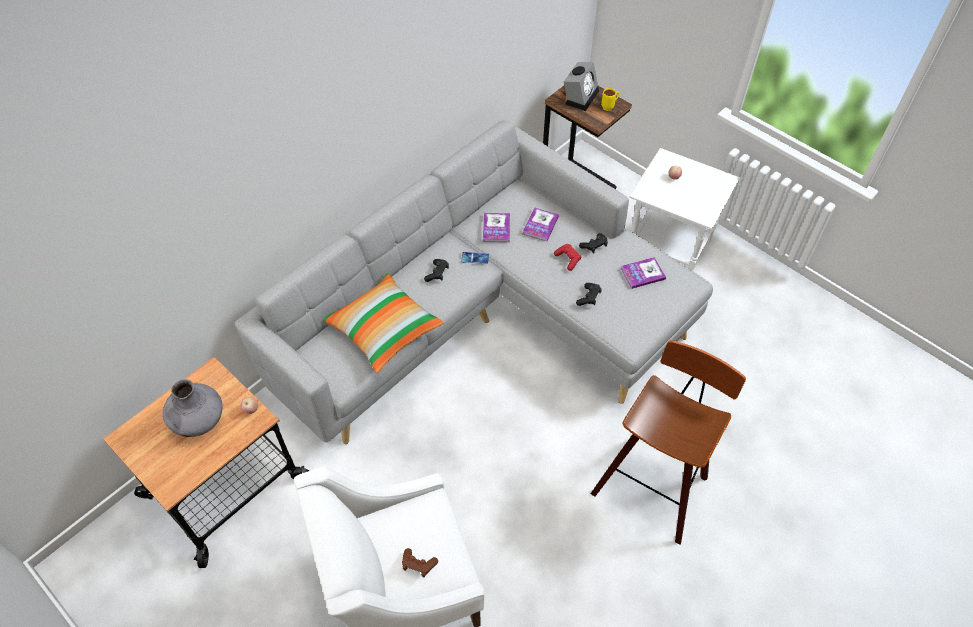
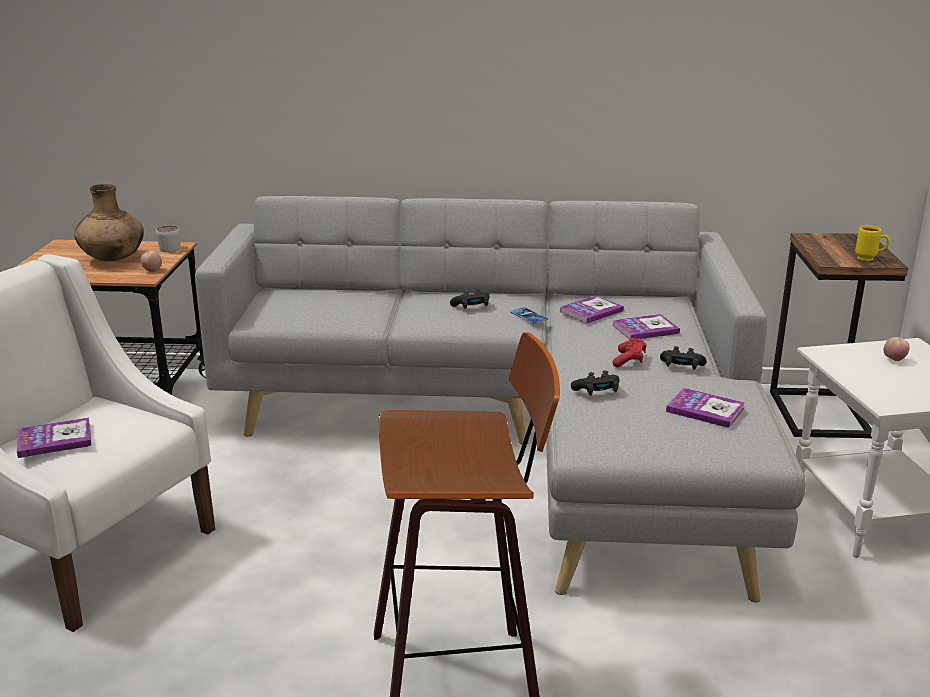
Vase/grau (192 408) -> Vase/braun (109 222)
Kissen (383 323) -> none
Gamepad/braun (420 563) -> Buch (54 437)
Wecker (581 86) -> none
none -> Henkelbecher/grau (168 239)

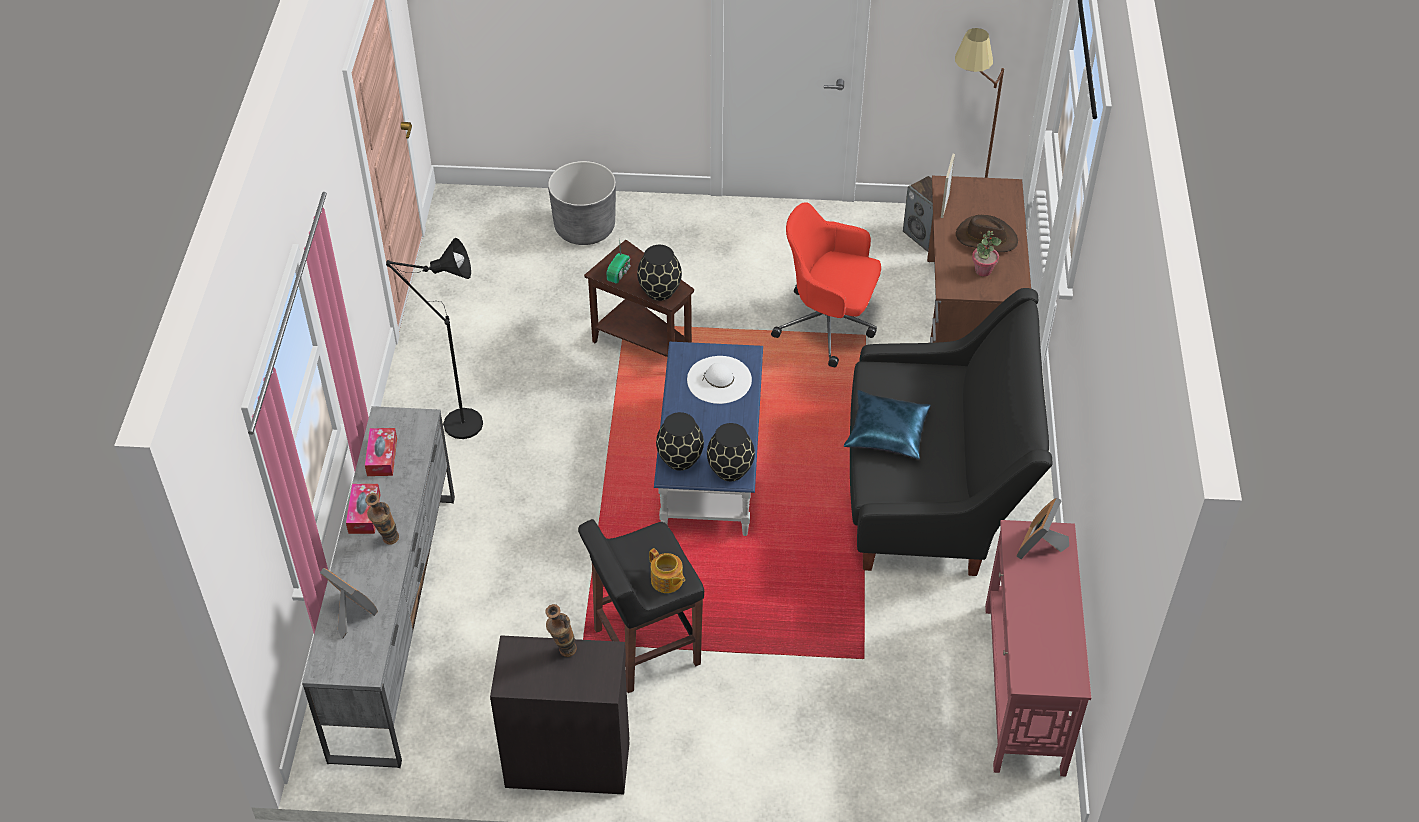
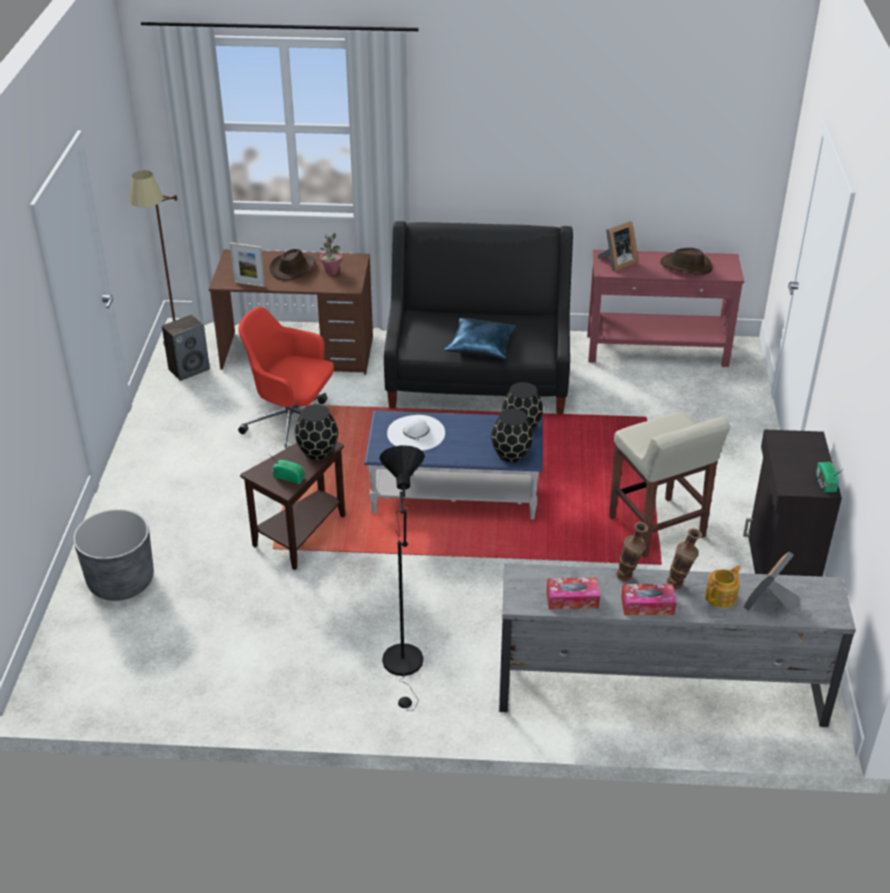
Vase (561 630) -> Vase (632 551), moved
Hocker/schwarz (641 606) -> Hocker/beige (669 484)
Teekanne (667 570) -> Teekanne (723 586), moved
Bürostuhl/rot (826 285) -> Bürostuhl/rot (286 378), 90 degrees clockwise
Bilderrahmen (1042 528) -> Bilderrahmen (618 246), 60 degrees counterclockwise
none -> Hut/braun (686 261)
none -> Radio (829 477)

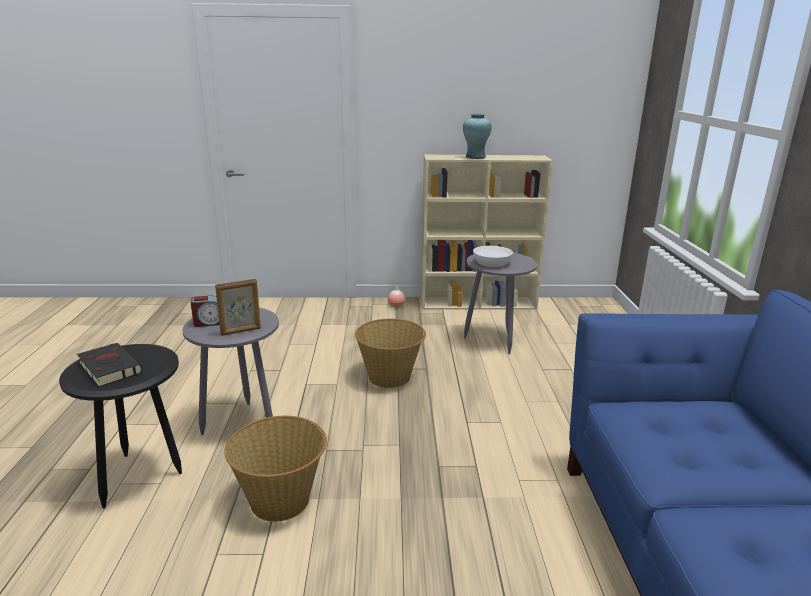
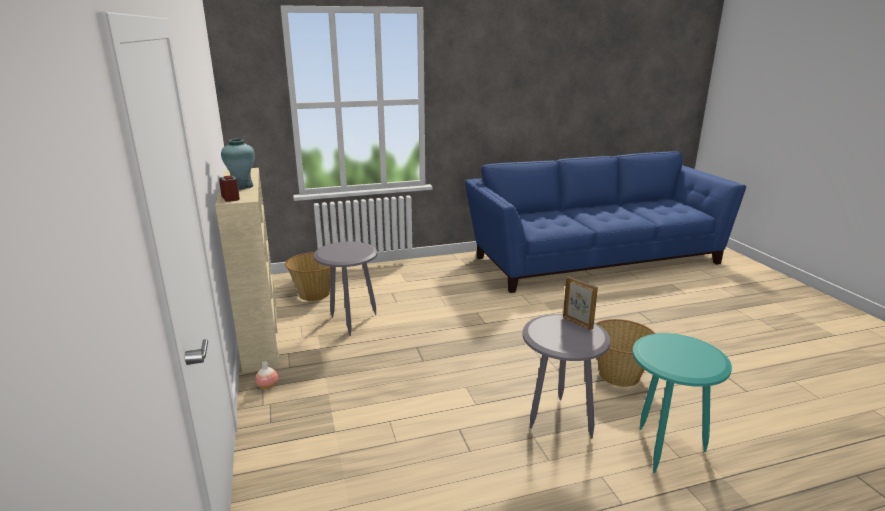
Beistelltisch/schwarz (120 426) -> Beistelltisch/türkis (682 403)
Buch/schwarz (109 365) -> none
Wecker (205 311) -> Wecker (229 188), moved
Korb (390 353) -> Korb (308 276), moved
Schüssel/weiß (493 256) -> none

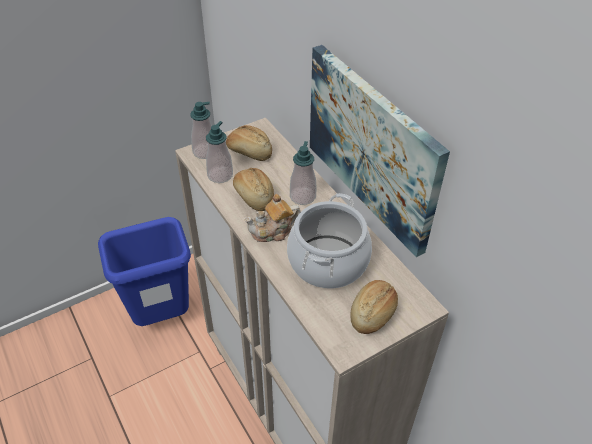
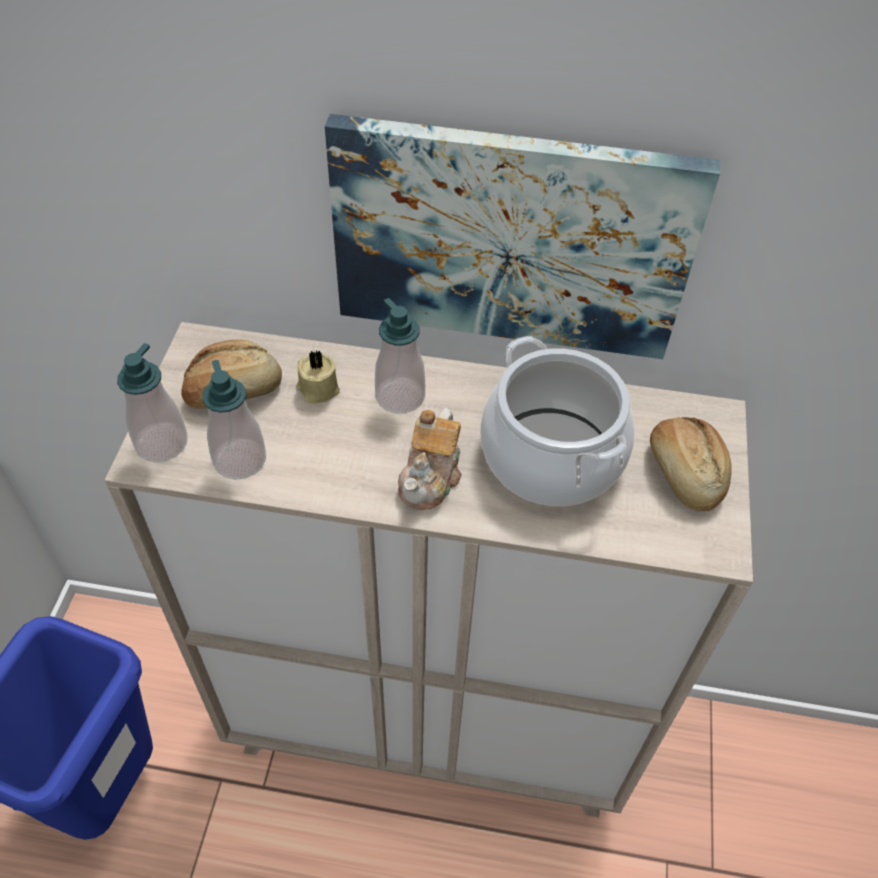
Brot (253 189) -> none
none -> Kerze/beige (318 376)

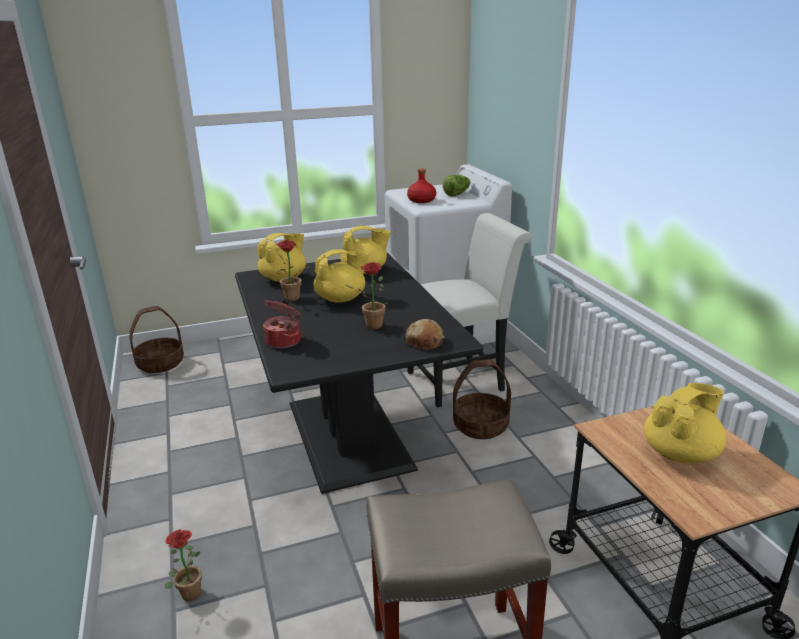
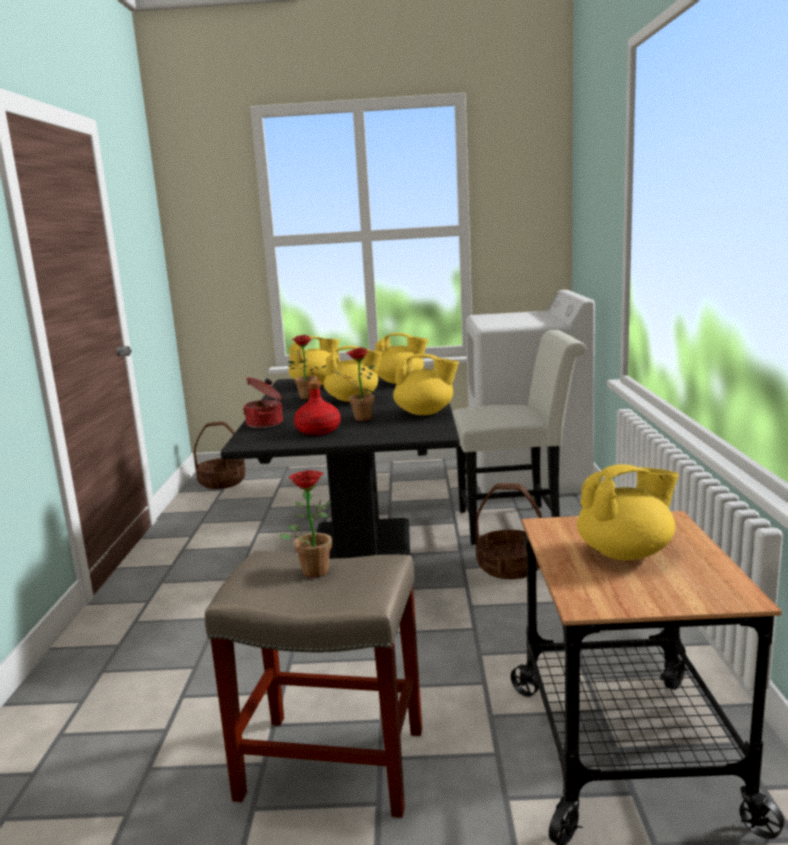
Topfpflanze (183 565) -> Topfpflanze (305 523), moved
Brot (425 334) -> none
Flasche/rot (421 185) -> Flasche/rot (317 408), moved
Salatkopf (456 186) -> none
none -> Teekanne/gelb (426 384)

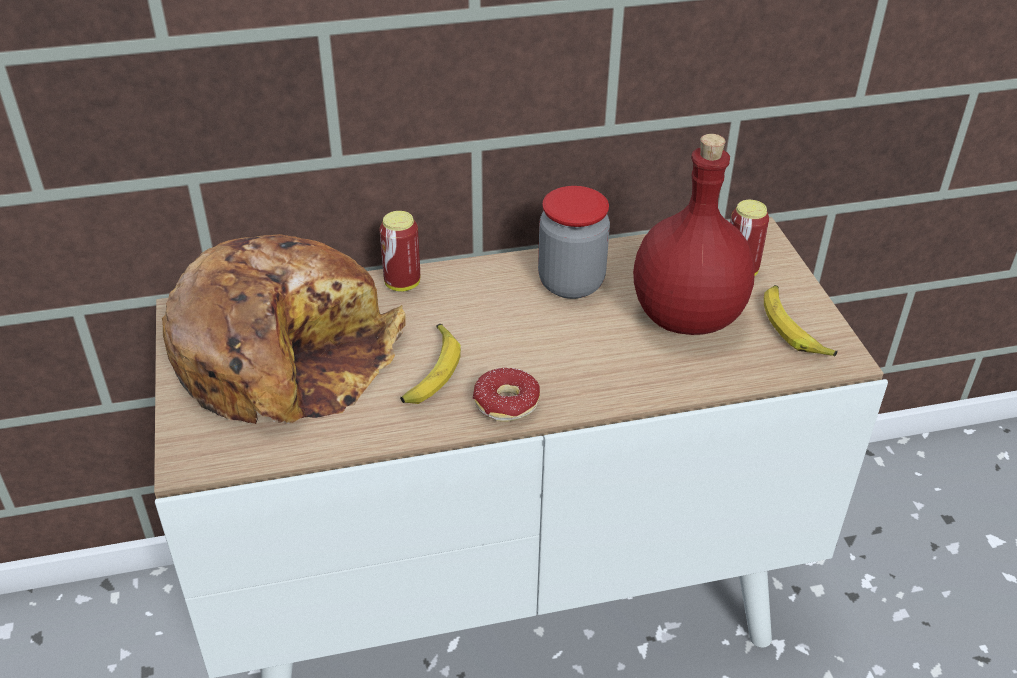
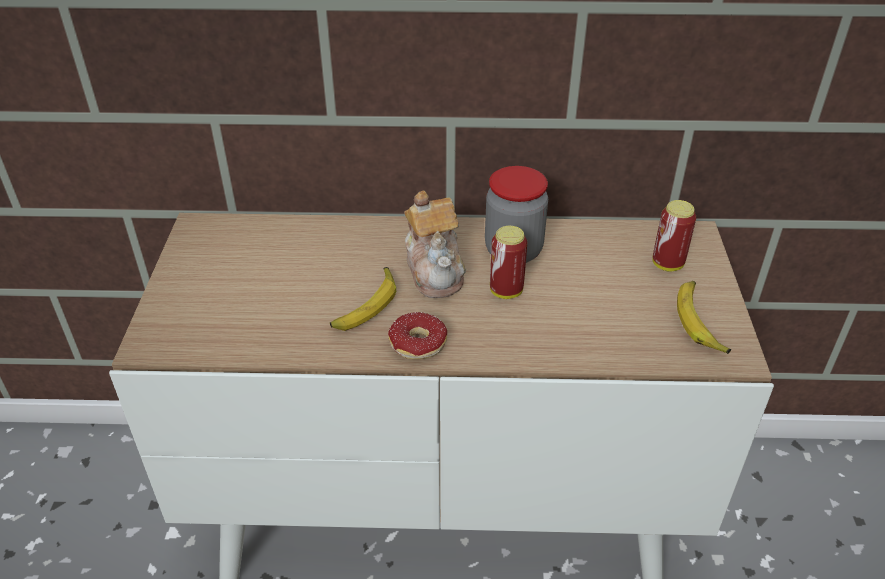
Brot (284 329) -> none
Dose (399 251) -> Dose (508 262), moved
Flasche/rot (694 234) -> none
none -> Teekanne (435 244)

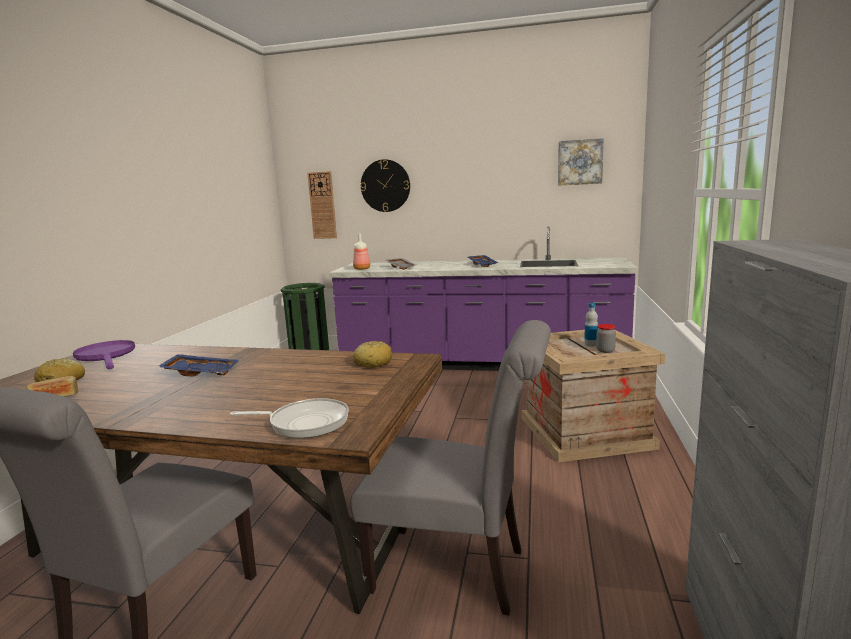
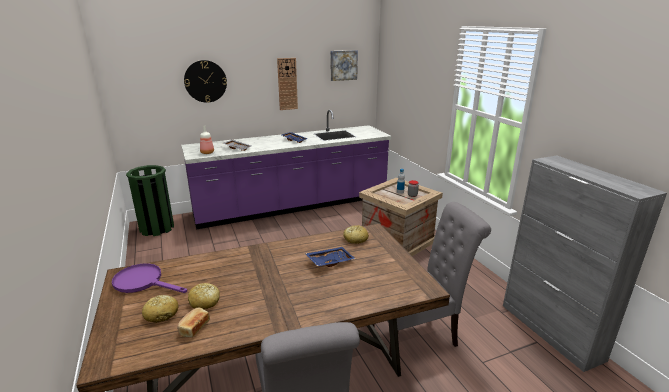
Tablett/blau (198 365) -> Tablett/blau (330 257), moved
Pfanne (289 418) -> none
Wanduhr (322 205) -> Wanduhr (287 84), moved
none -> Brot (204 296)

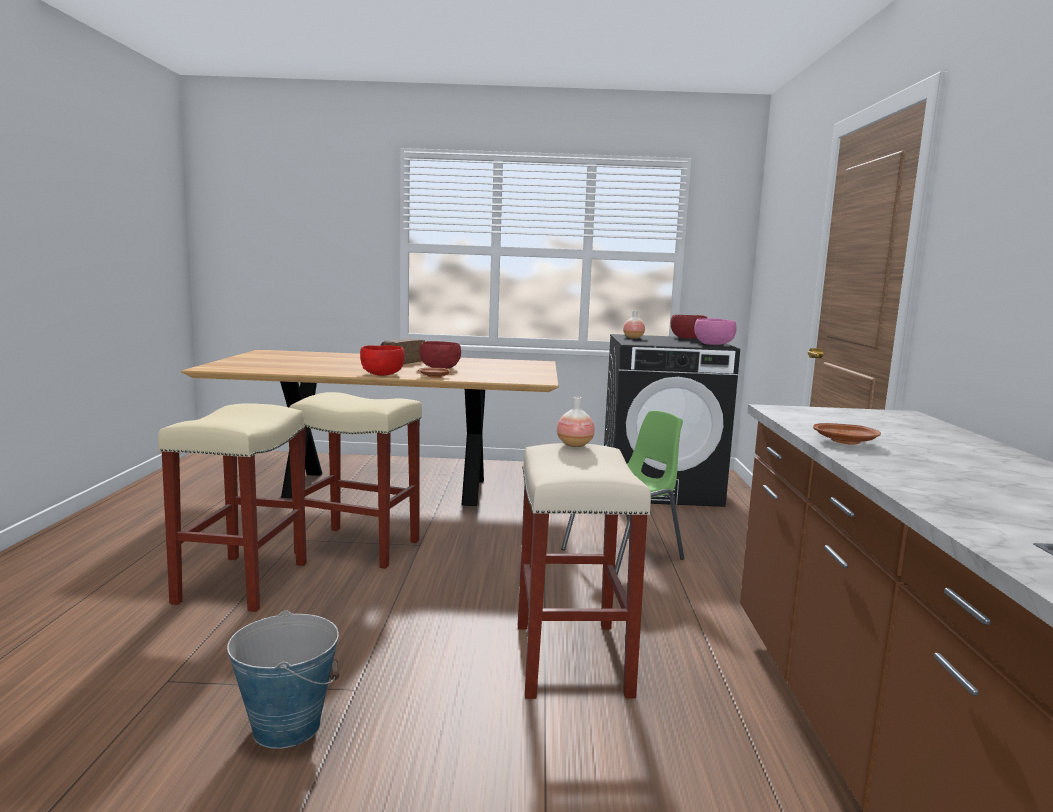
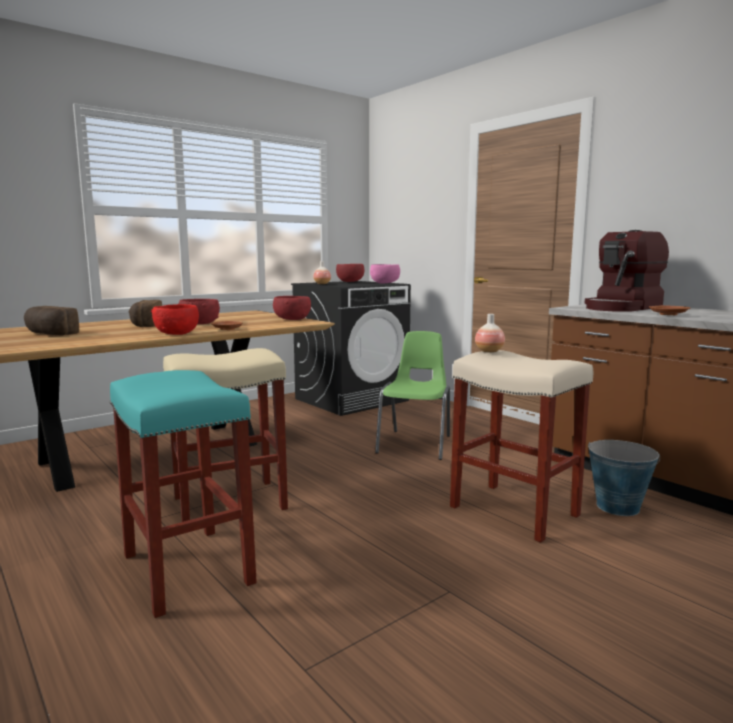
Hocker/beige (232 507) -> Hocker/türkis (183 494)
Eimer (283 679) -> Eimer (624 478), moved
none -> Brot (51 320)
none -> Schüssel/rot (292 308)
none -> Kaffeemaschine (626 271)

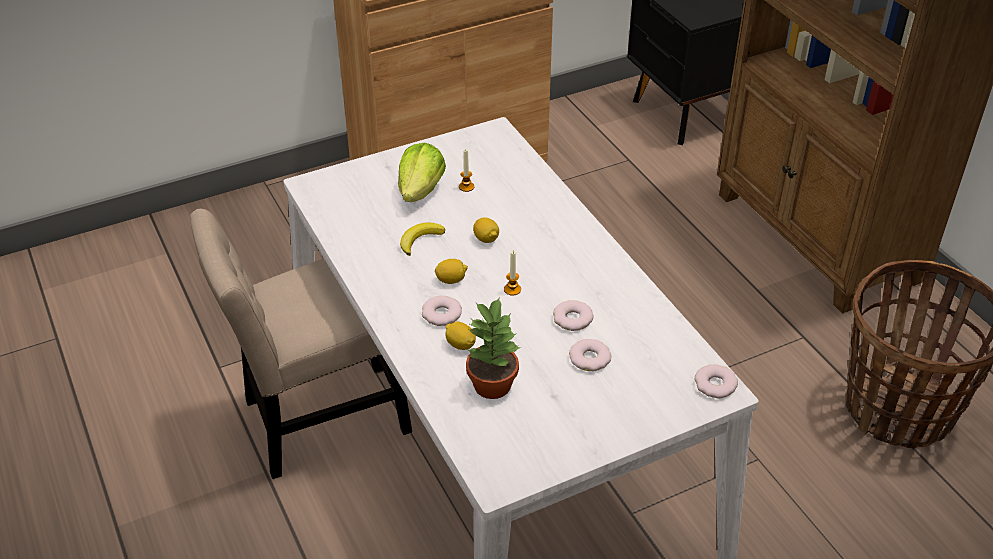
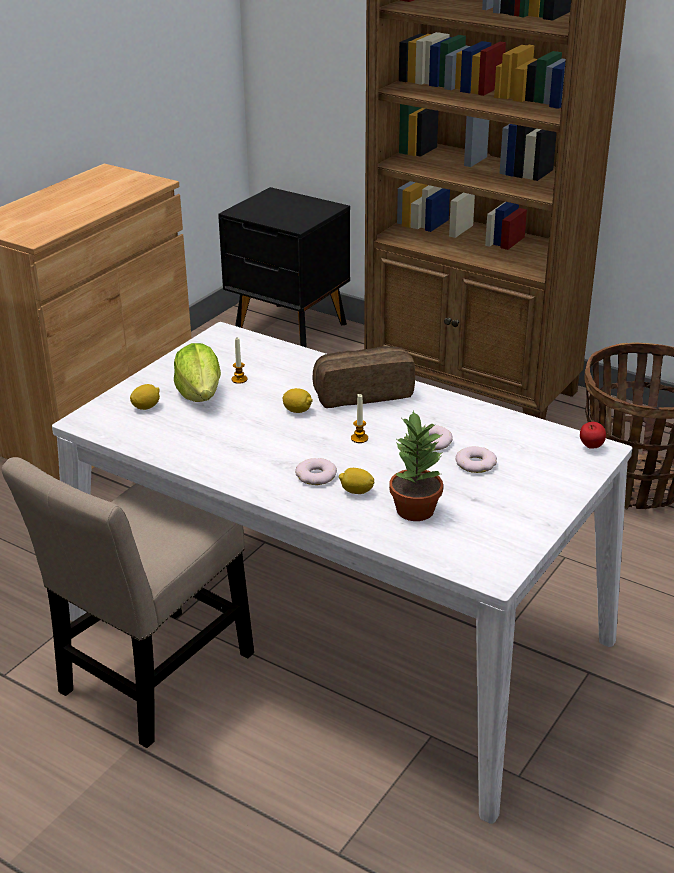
Banane (422 239) -> none
Zitrone (451 271) -> Zitrone (145 397), moved
Donut (716 381) -> Apfel (593 435)
none -> Brot (363 377)

